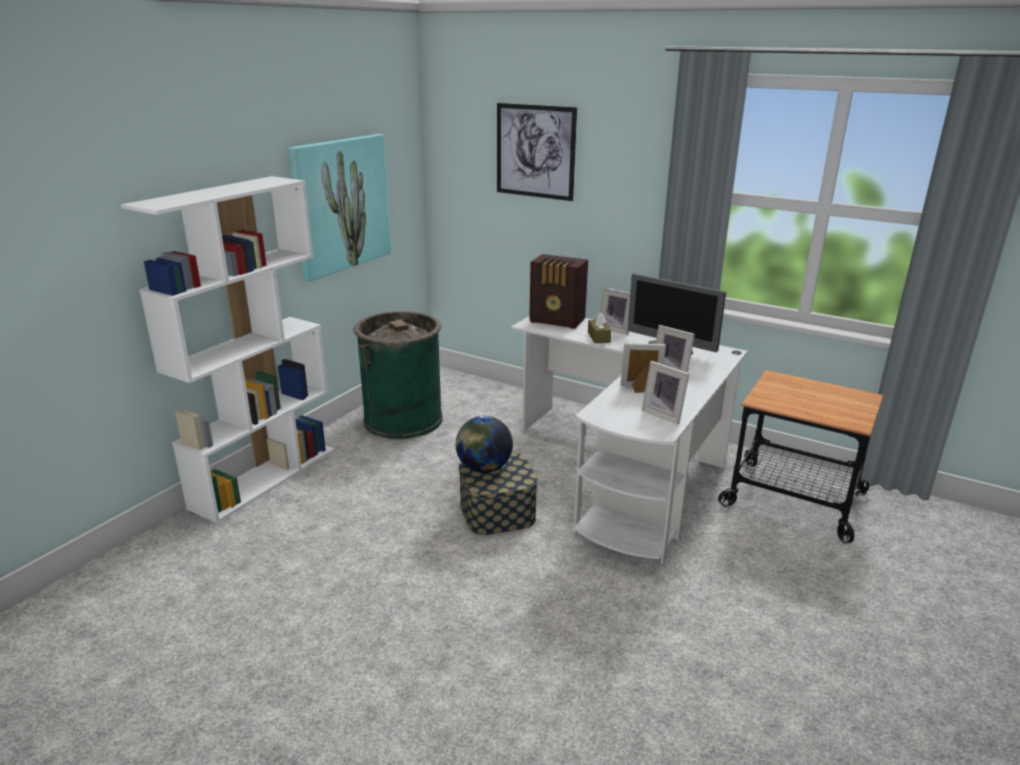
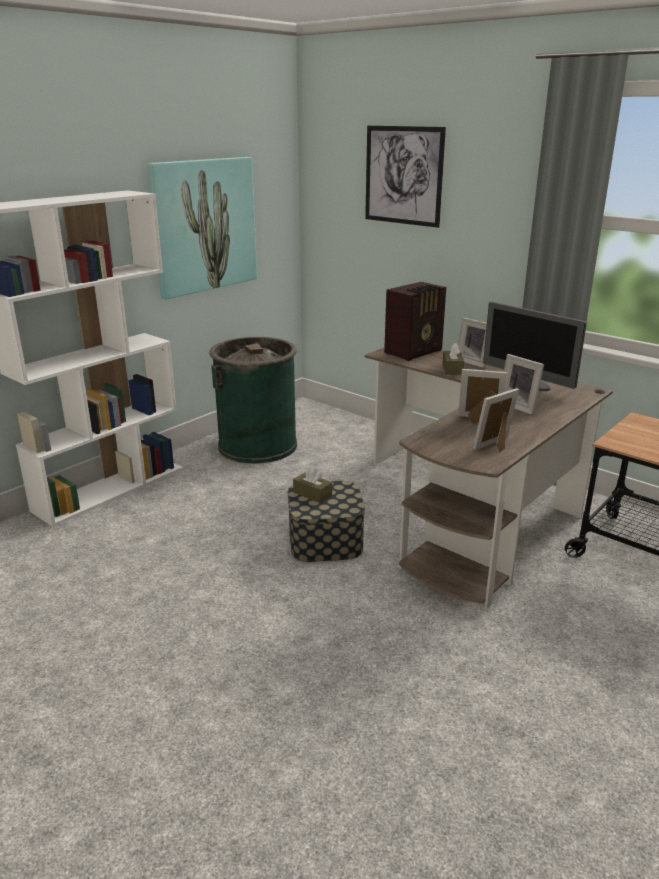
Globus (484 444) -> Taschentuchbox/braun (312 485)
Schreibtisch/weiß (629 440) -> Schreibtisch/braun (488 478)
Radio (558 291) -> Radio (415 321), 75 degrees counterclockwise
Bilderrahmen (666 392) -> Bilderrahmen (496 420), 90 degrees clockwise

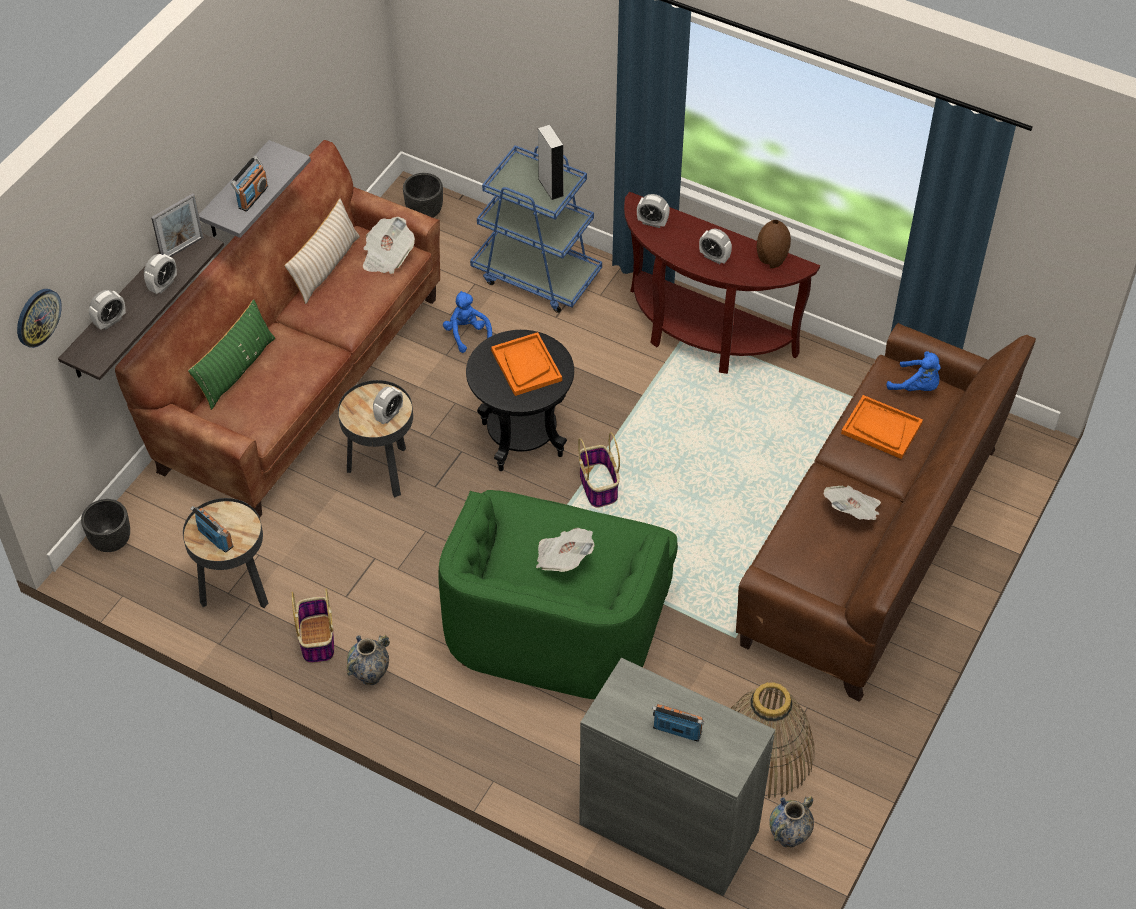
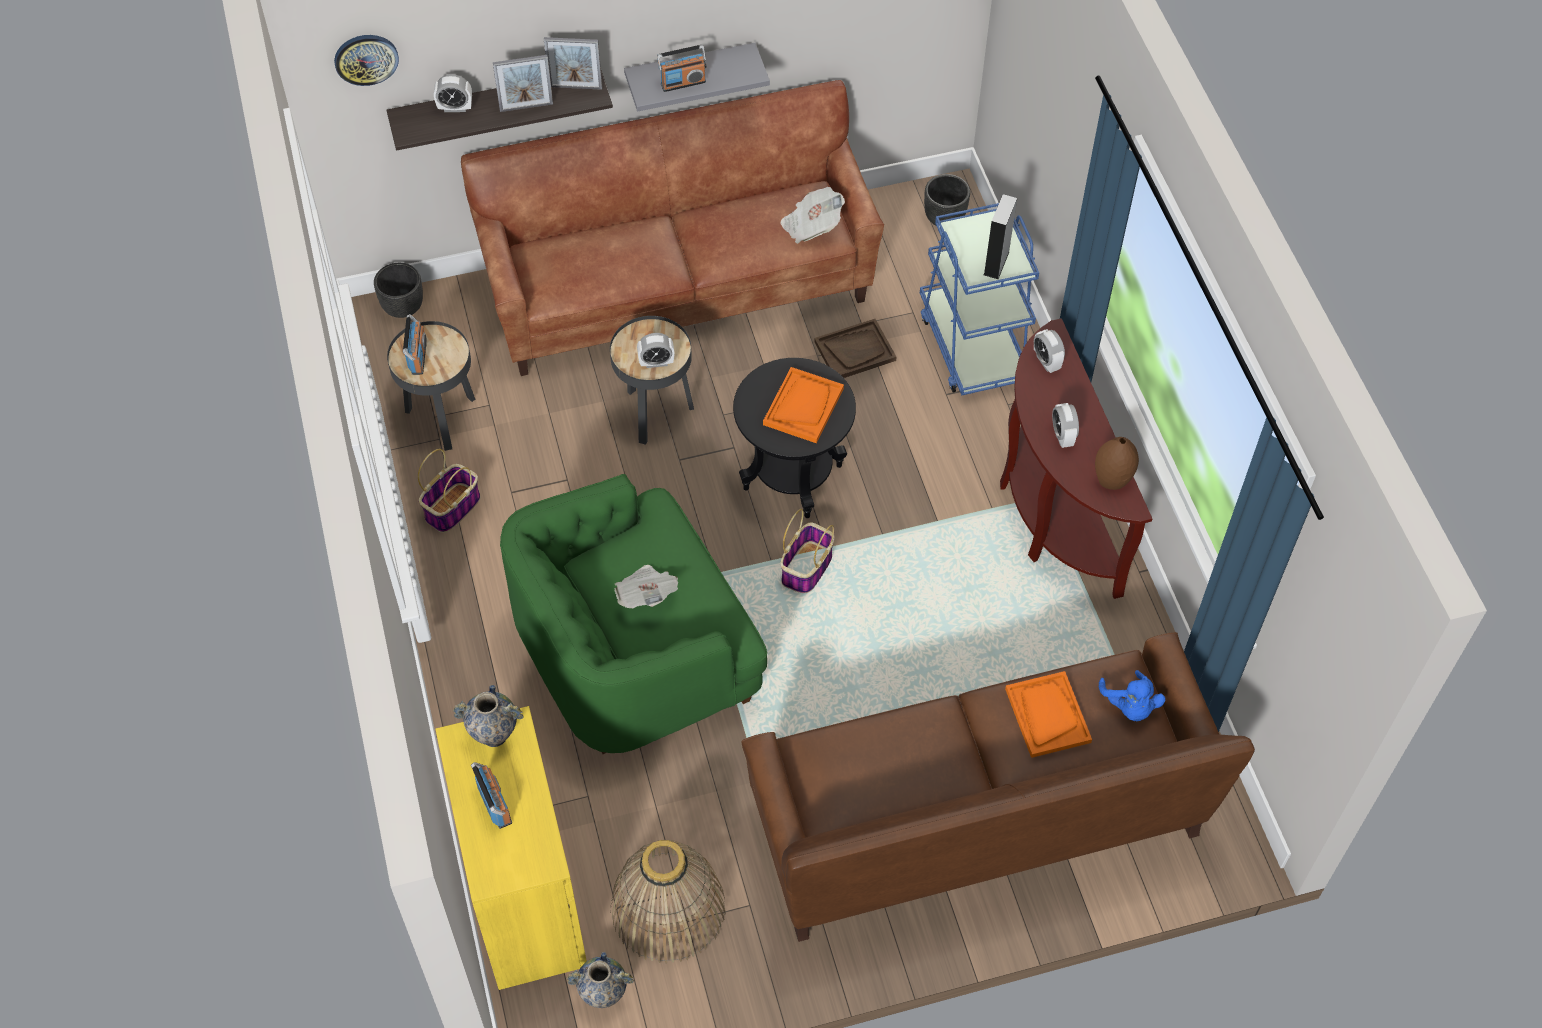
Wecker (160 274) -> Bilderrahmen (523 83)
Kissen/grün (231 354) -> none
Kissen/beige (322 251) -> none
Vase (368 660) -> Vase (488 716), moved
Plüschtier/blau (467 322) -> Tablett/braun (855 348)
Schrank/grau (677 777) -> Schrank/gelb (511 848)
Zeitung (852 502) -> none

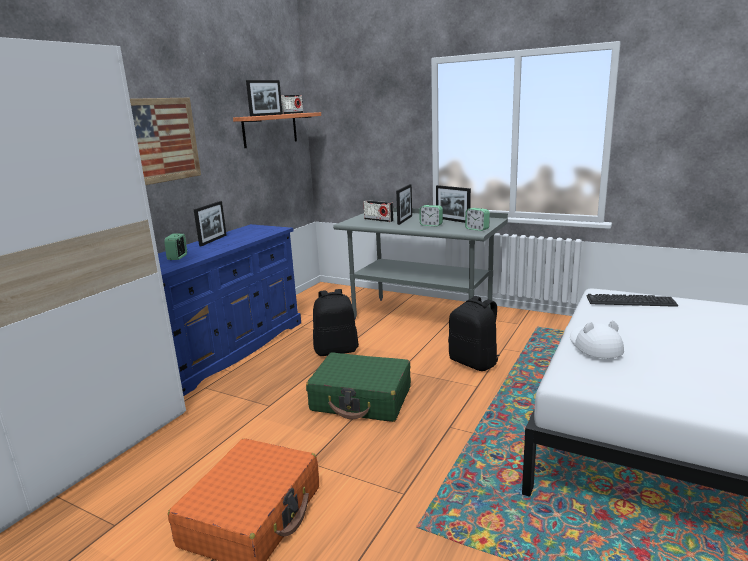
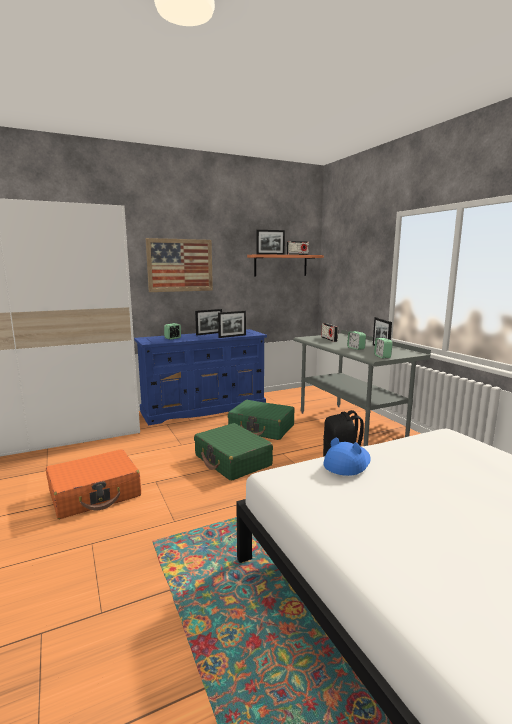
Rucksack/schwarz (336 322) -> Koffer/grün (261 420)
Bilderrahmen (404 204) -> Bilderrahmen (232 324), moved
Hut/weiß (597 339) -> Hut/blau (347 457)
Tastatur (632 300) -> none

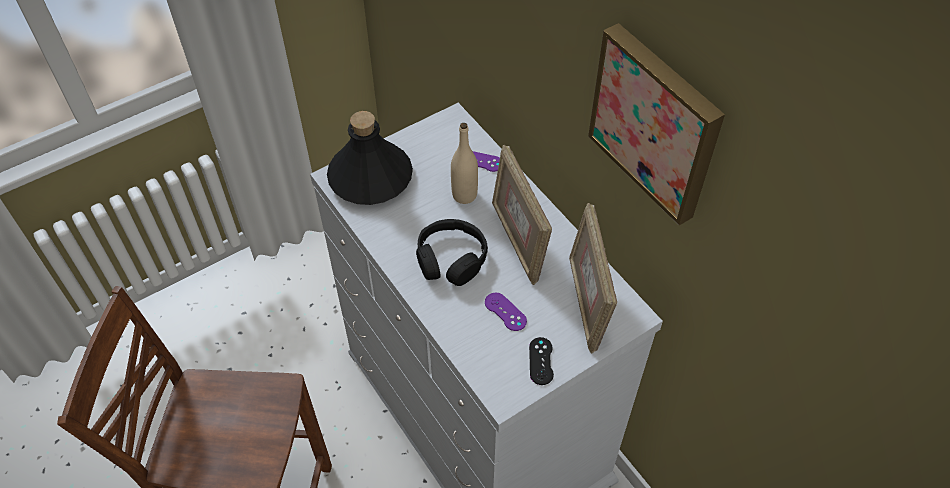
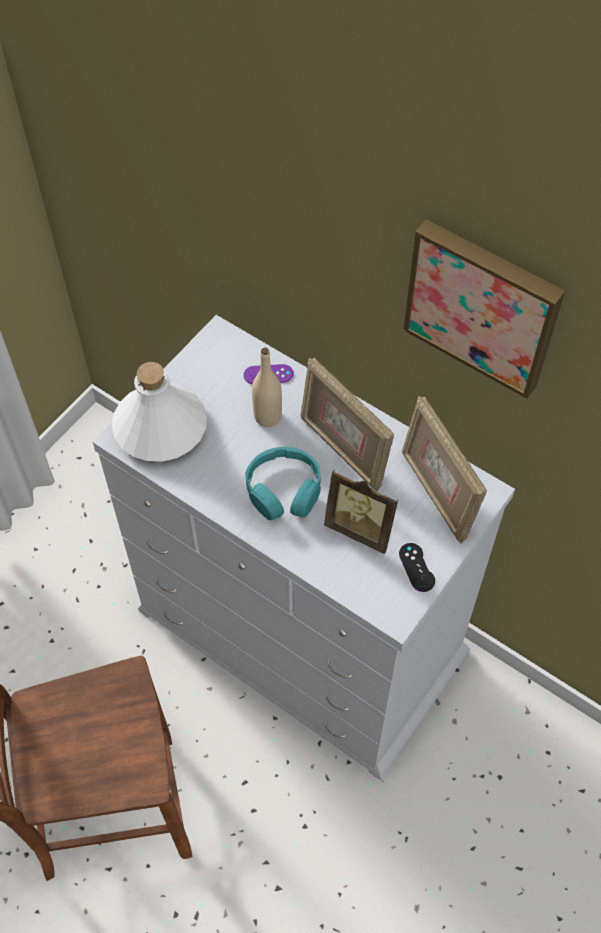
Flasche/schwarz (370 158) -> Flasche/weiß (159 412)
Kopfhörer/schwarz (452 252) -> Kopfhörer/türkis (283 483)
Gamepad/lila (506 312) -> Bilderrahmen (361 512)

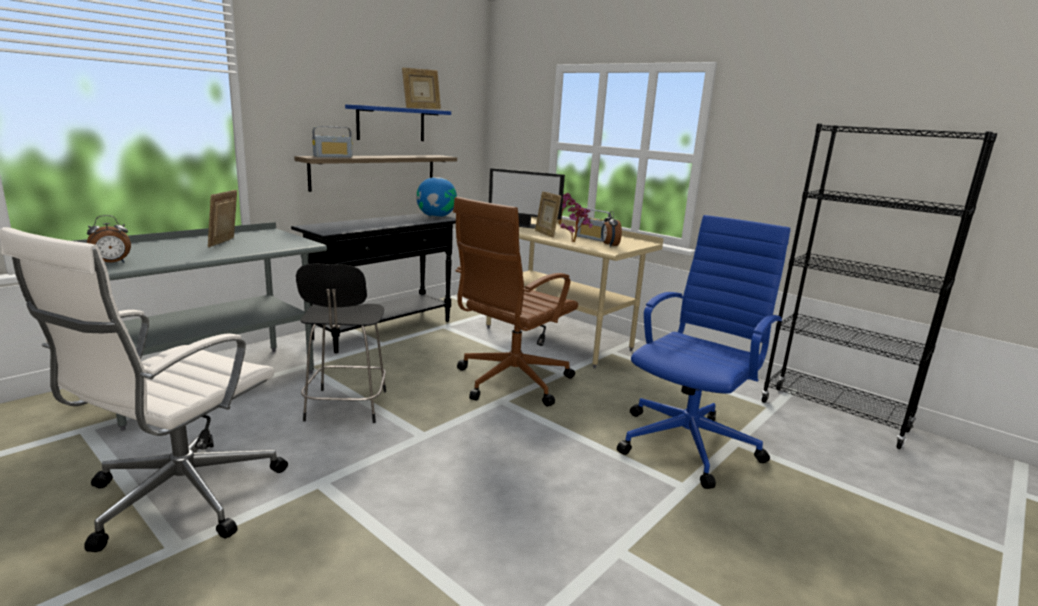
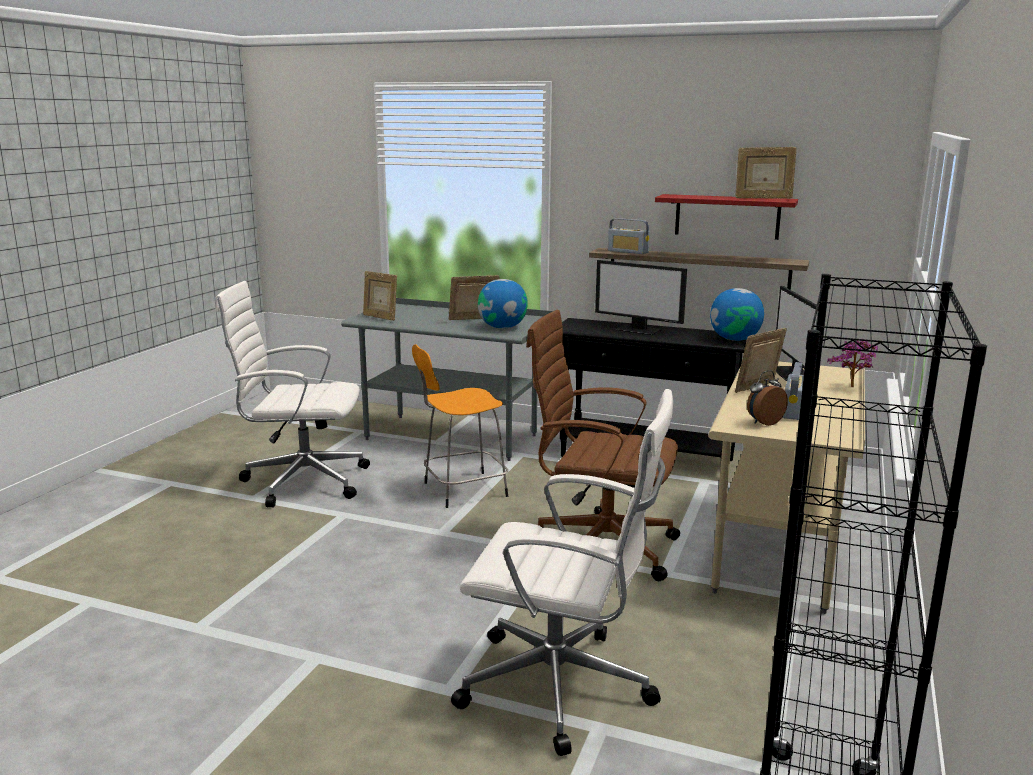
Wecker (109 239) -> Bilderrahmen (380 296)
Hocker/schwarz (341 343) -> Hocker/orange (460 426)
Wandregal/blau (398 122) -> Wandregal/rot (726 217)
Topfpflanze (576 223) -> none
Bürostuhl/blau (703 352) -> Bürostuhl/weiß (562 572)
none -> Globus (503 304)
none -> Monitor (641 297)

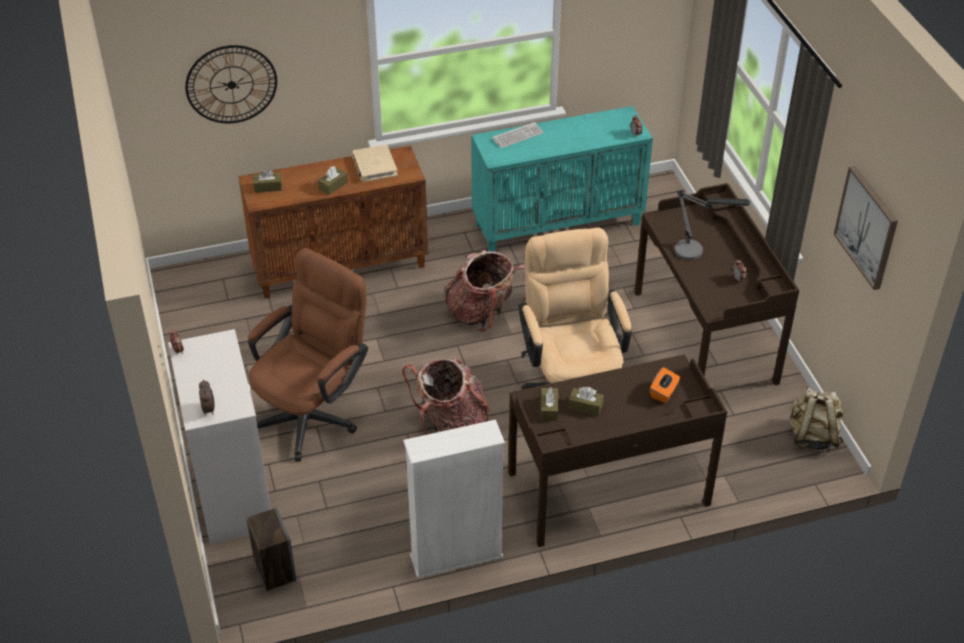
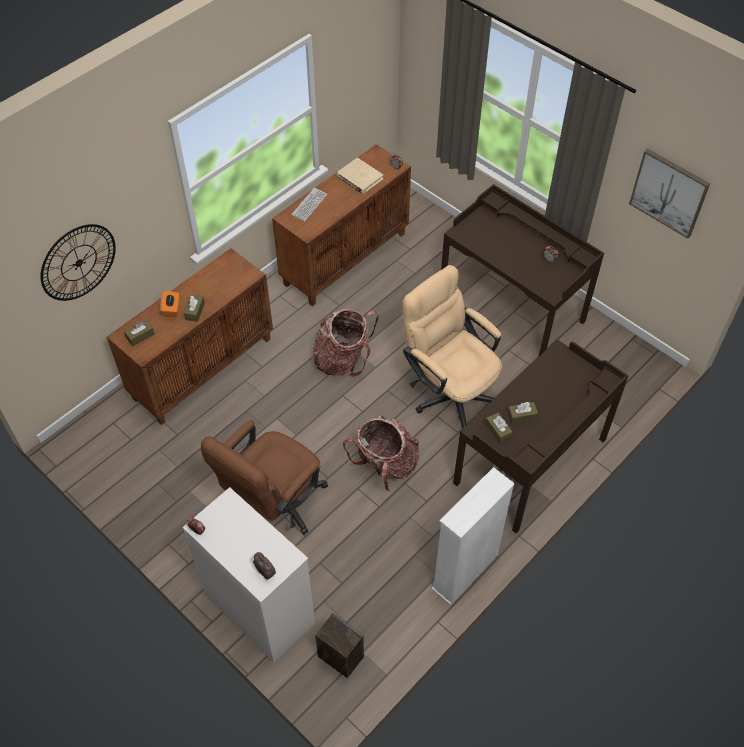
Bürostuhl/braun (308 354) -> Bürostuhl/braun (264 477), 150 degrees counterclockwise
Buch/beige (375 163) -> Buch/beige (360 176), moved
Schrank/türkis (562 179) -> Schrank/braun (341 225)
Taschentuchbox/orange (665 385) -> Taschentuchbox/orange (169 304), moved
Tischlampe (712 225) -> none
Rucksack/beige (816 418) -> none

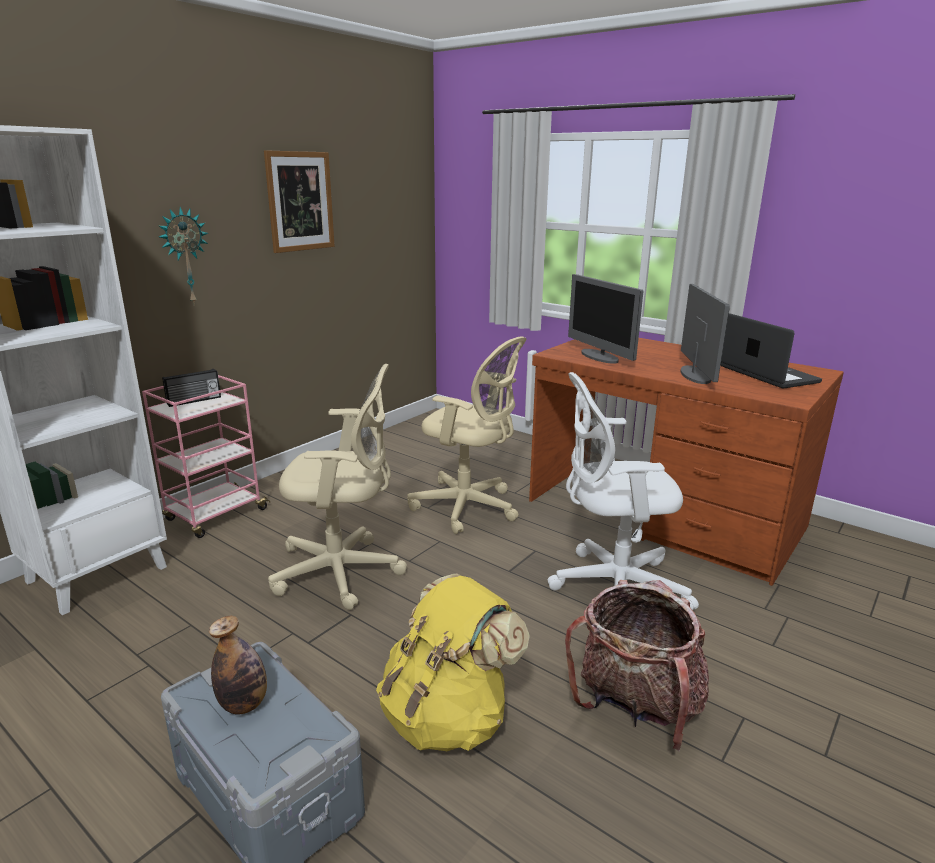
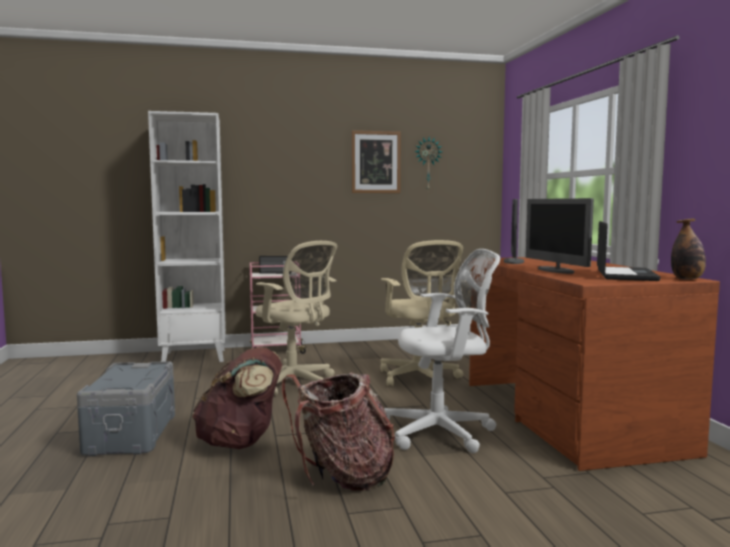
Wanduhr (183 255) -> Wanduhr (428 163), moved
Flasche (238 665) -> Flasche (688 249), moved
Rucksack/gelb (453 662) -> Rucksack/braun (237 398)
Bürostuhl/weiß (623 491) -> Bürostuhl/weiß (442 351), 135 degrees clockwise
Monitor (705 334) -> Monitor (560 236), 120 degrees clockwise

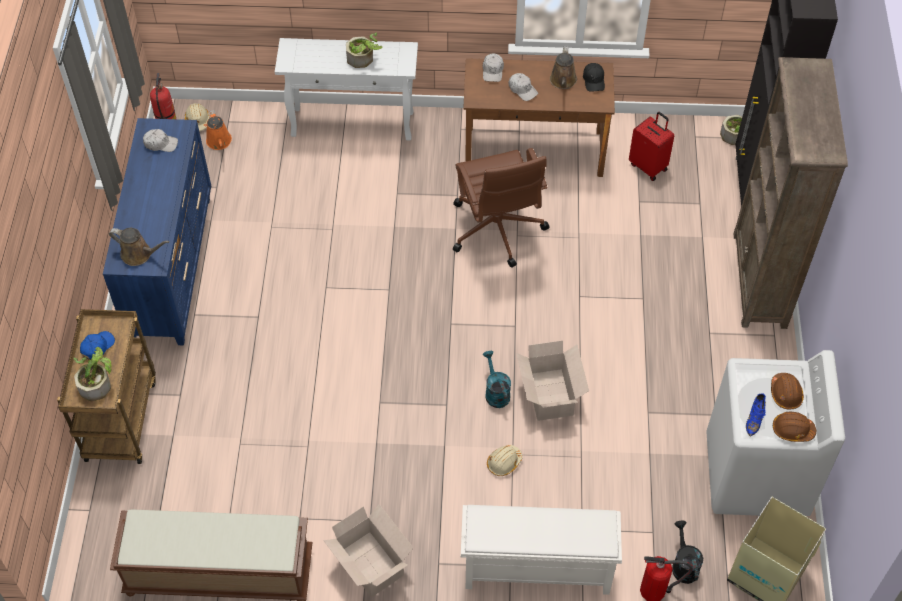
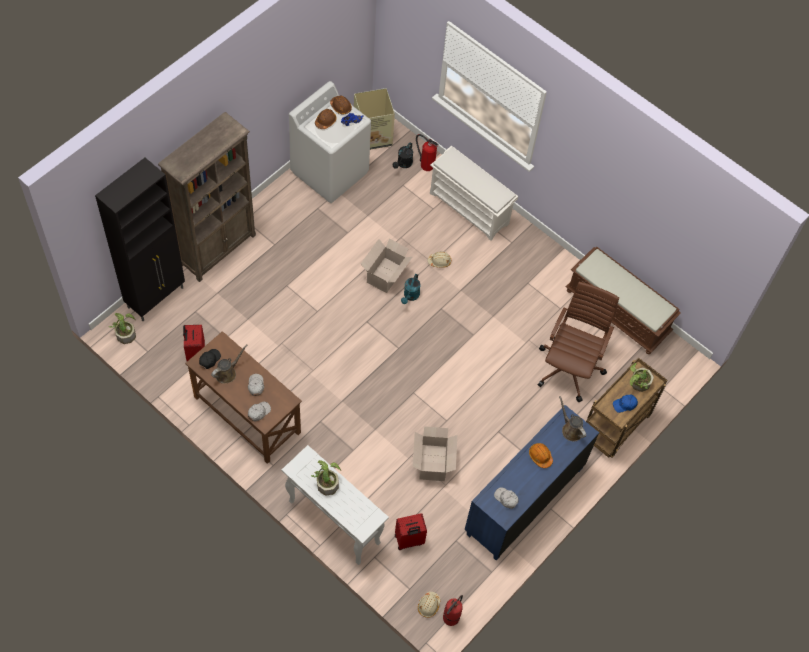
Gießkanne/orange (219 130) -> none
Karton (368 550) -> Karton (435 453), moved
Bürostuhl/braun (501 208) -> Bürostuhl/braun (578 342), moved
none -> Koffer/rot (411 531)
none -> Schutzhelm/orange (541 455)

